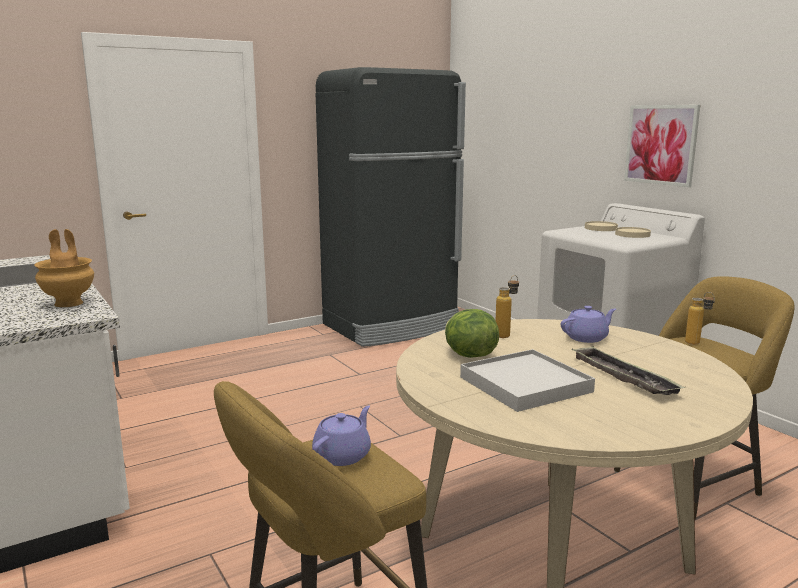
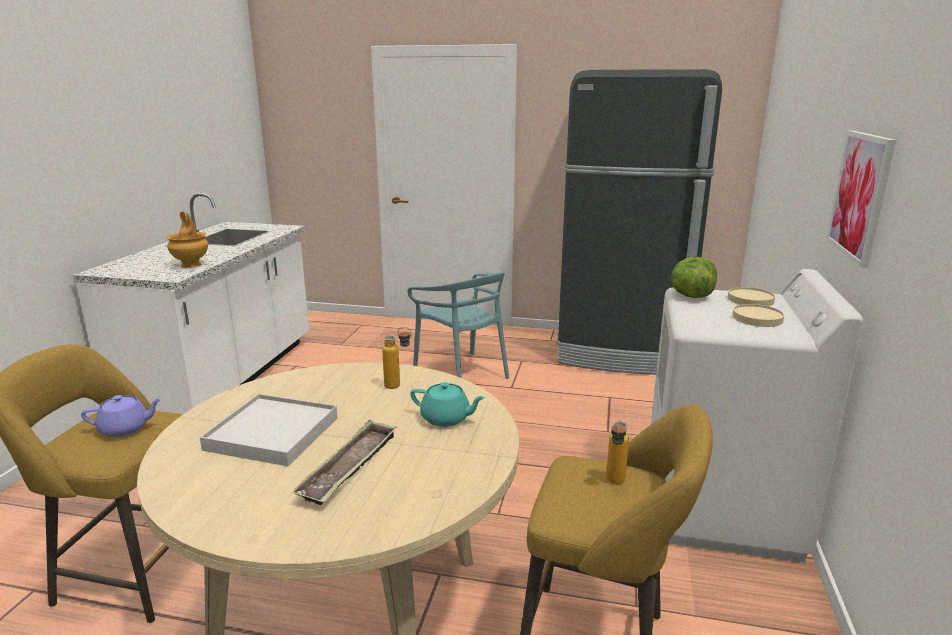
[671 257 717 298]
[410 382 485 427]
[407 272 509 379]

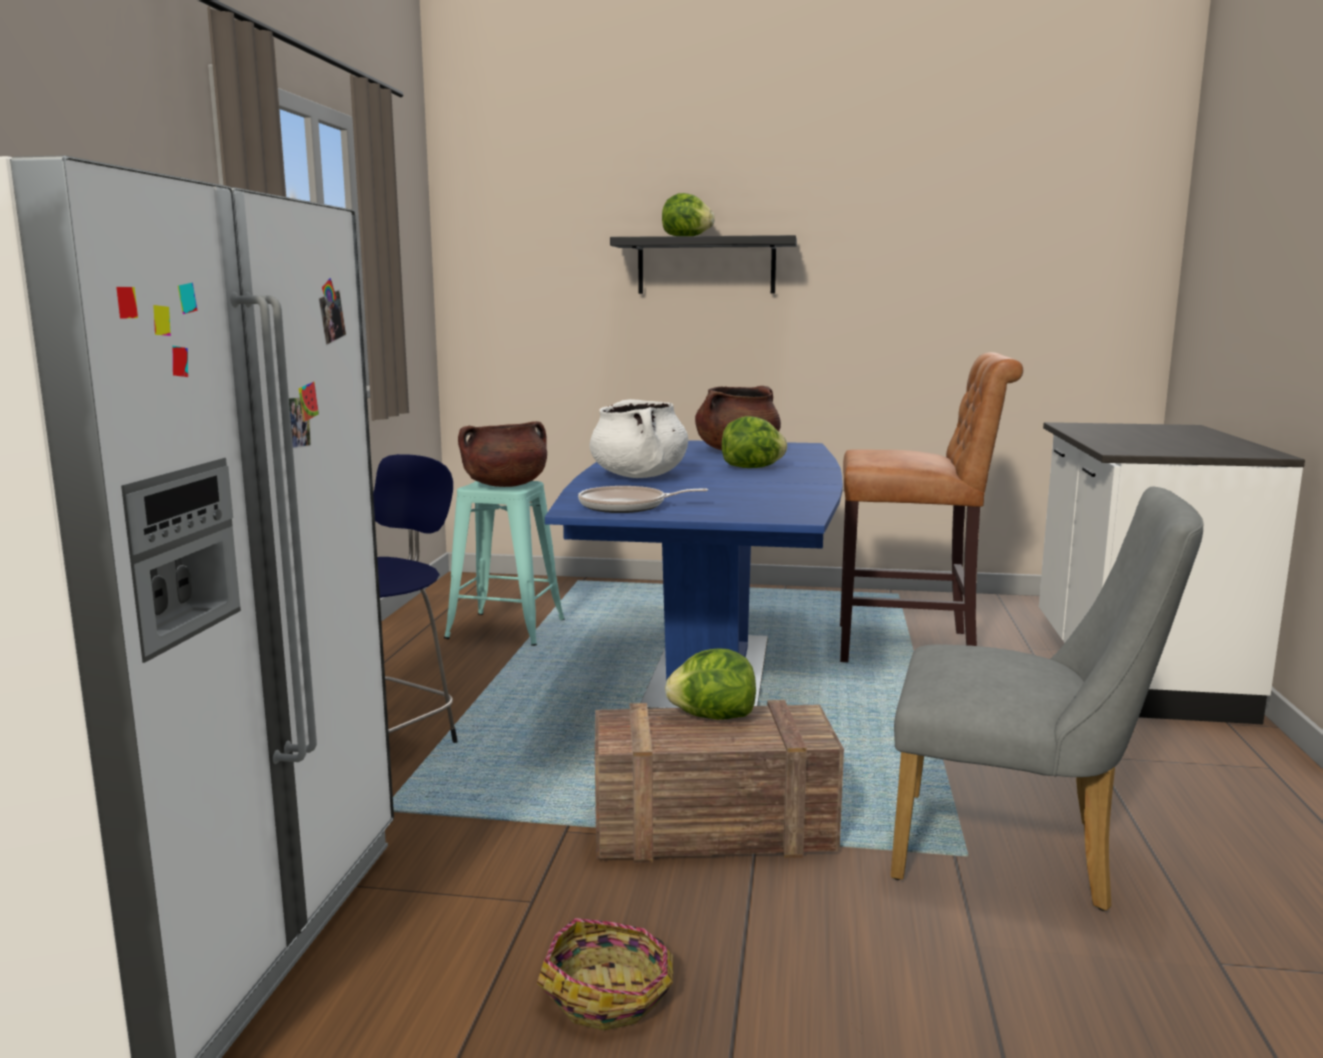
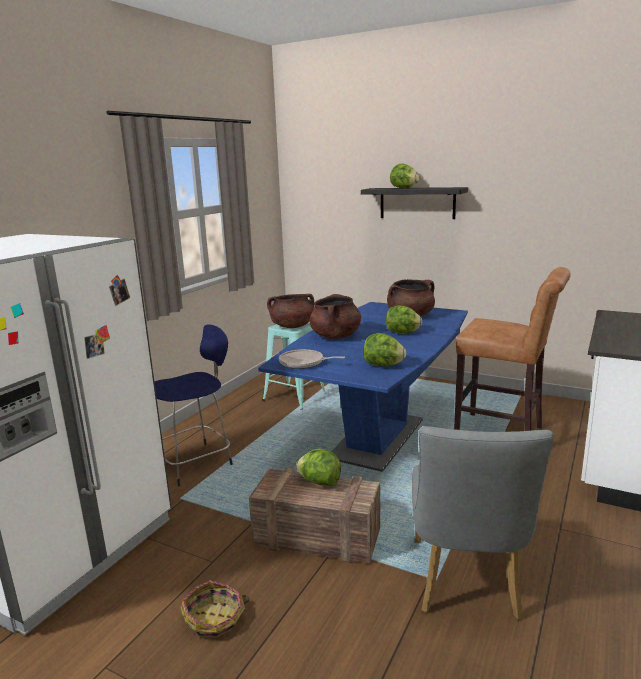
[309 294 361 339]
[412 426 554 620]
[363 333 406 366]

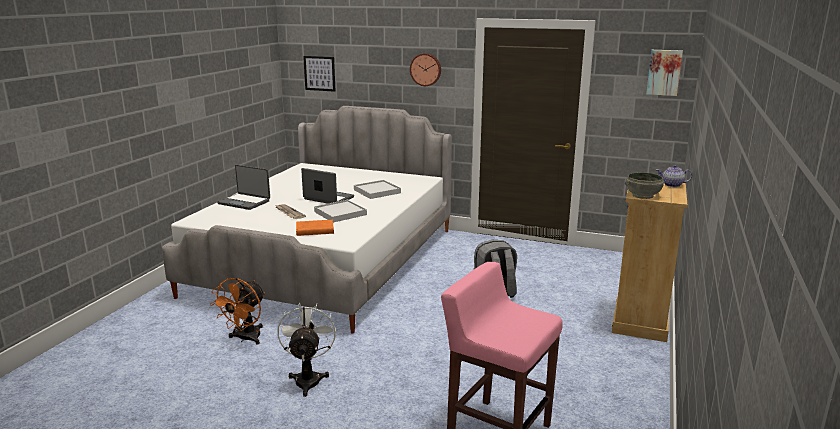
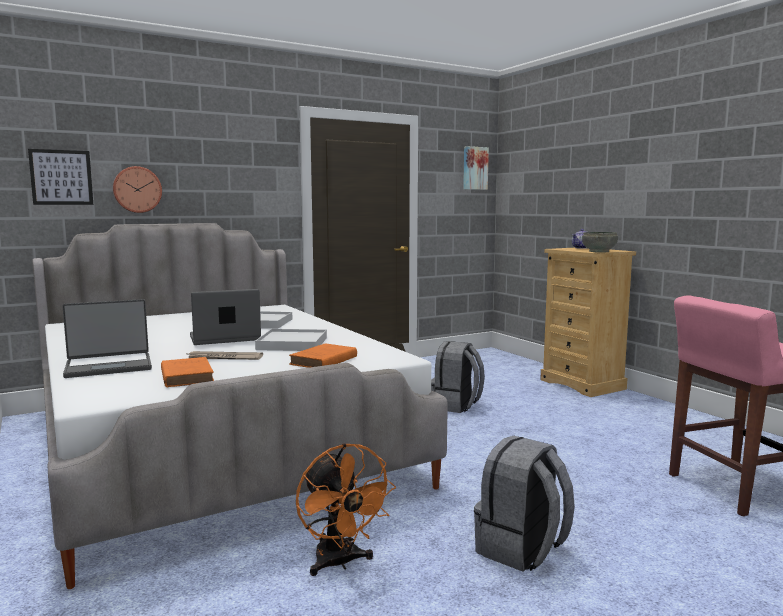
[474 436 575 572]
[113 166 162 213]
[161 357 214 387]

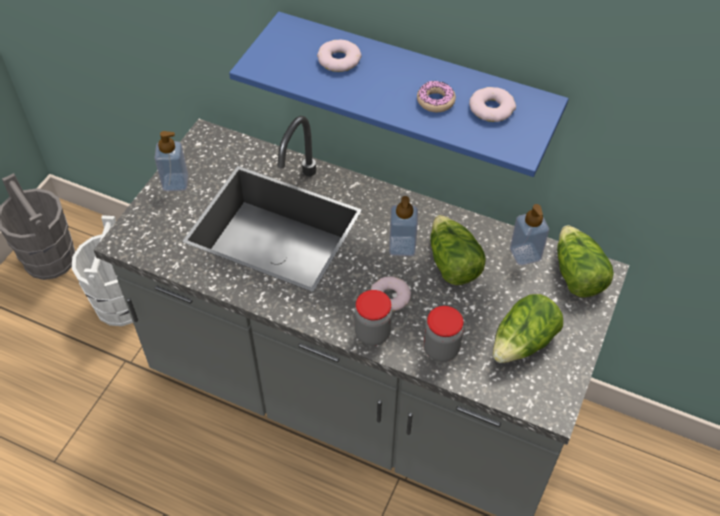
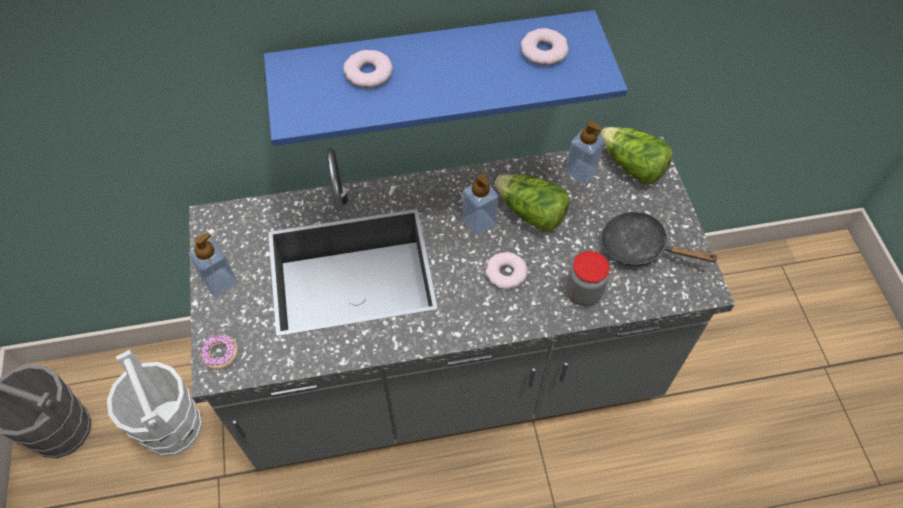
[354 290 392 346] (first image)
[200 334 238 370]
[601 212 719 266]

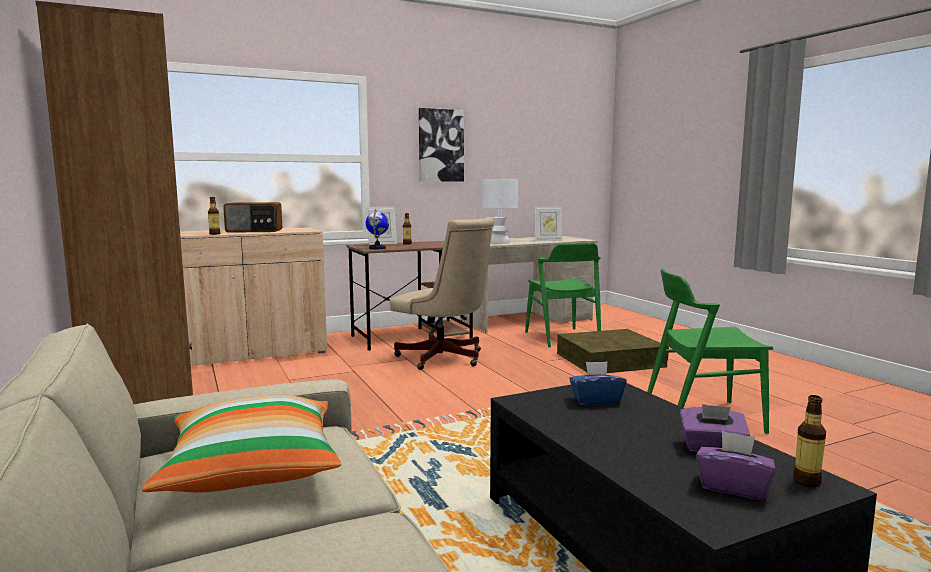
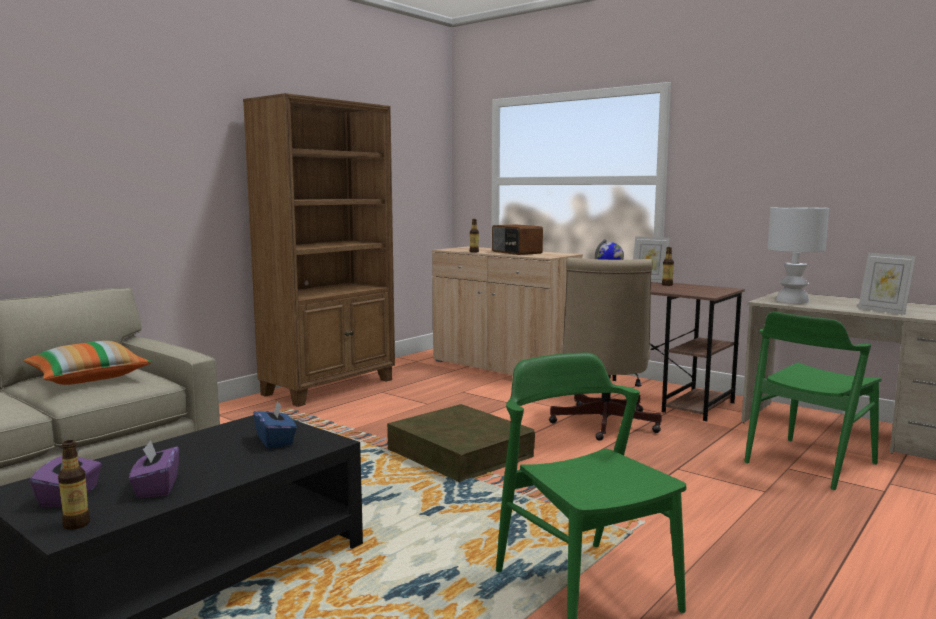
[419 108 464 182] (first image)
[387 404 535 482]

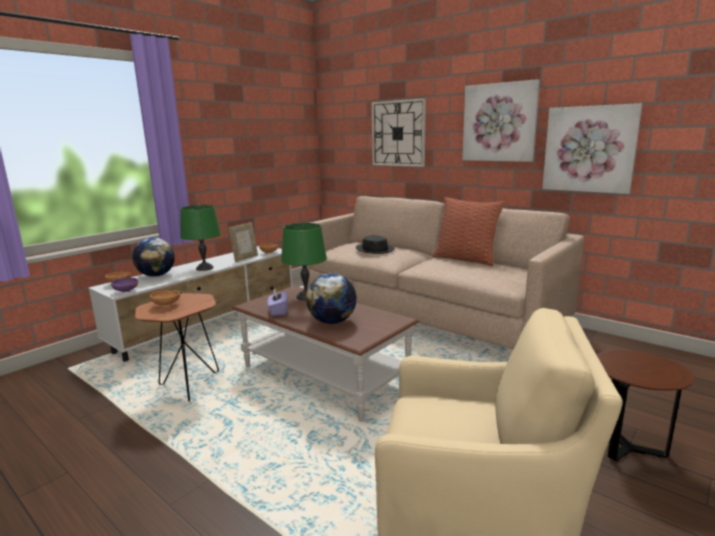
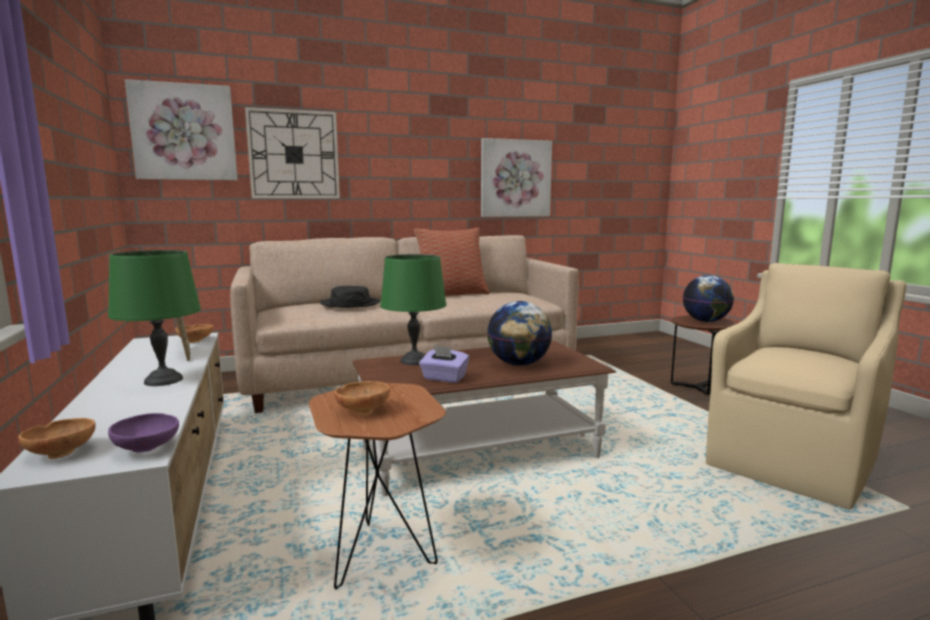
[683 275 734 322]
[125 79 238 180]

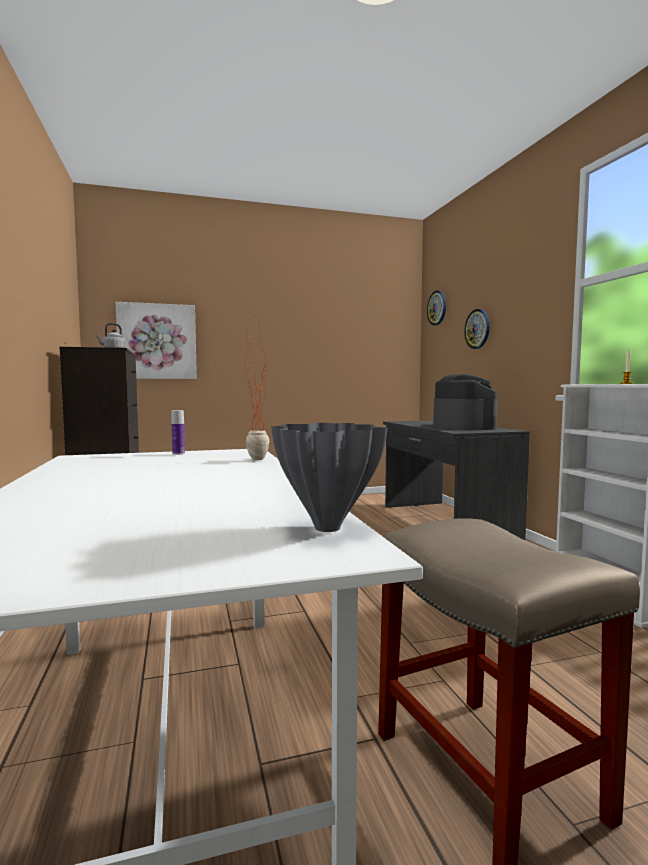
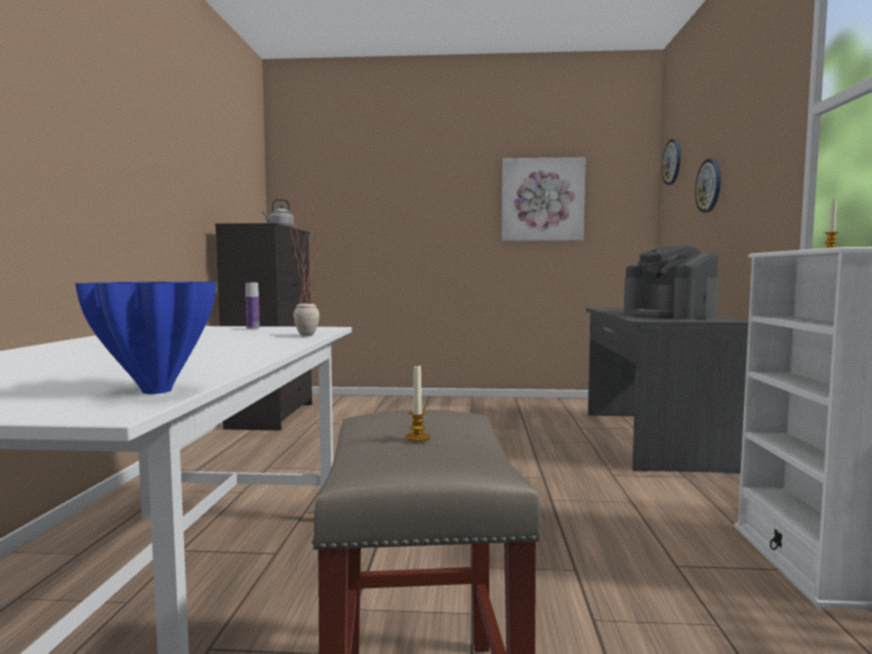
[502 157 586 241]
[75 282 216 394]
[624 245 719 319]
[405 364 430 442]

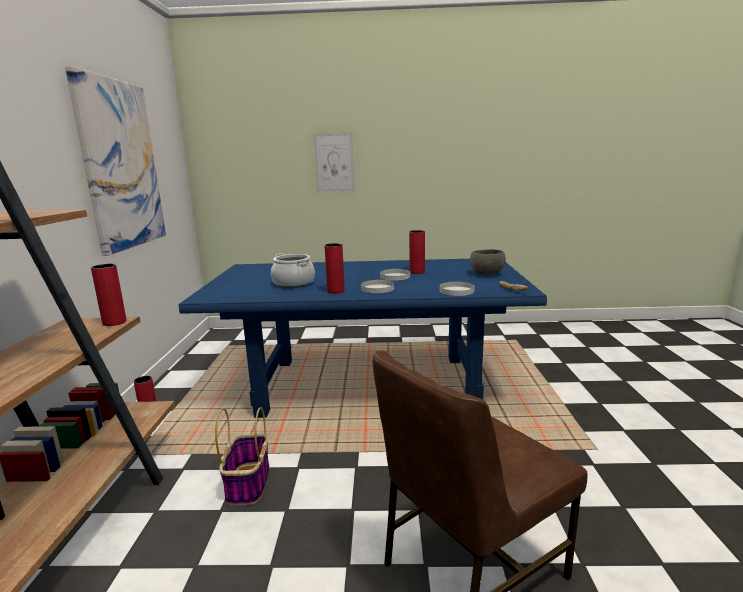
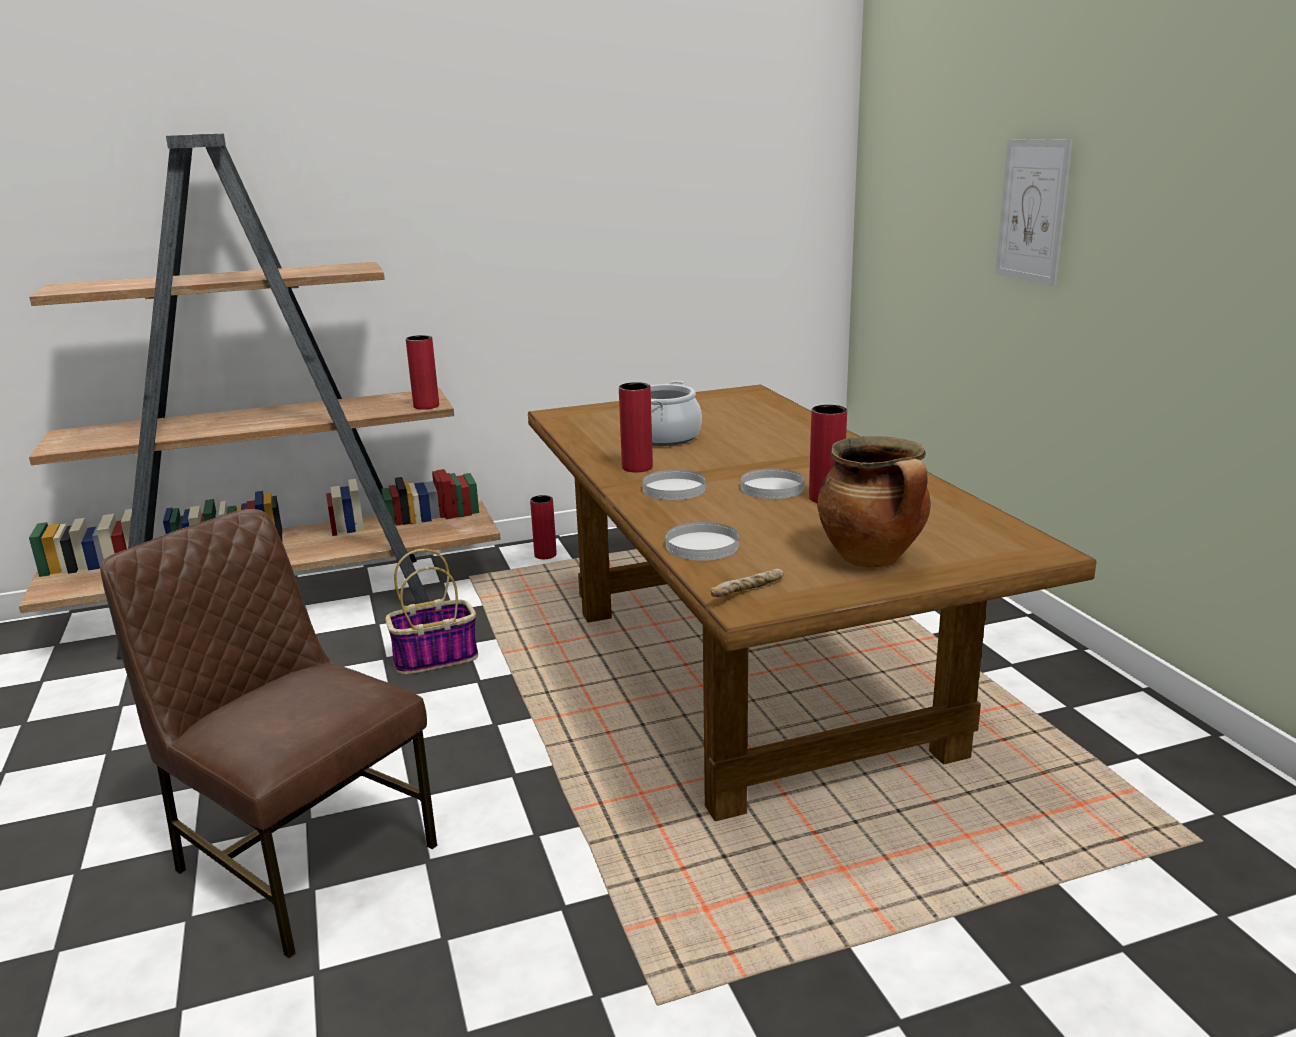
[65 66 166 256] (first image)
[528 385 1097 821]
[817 436 931 568]

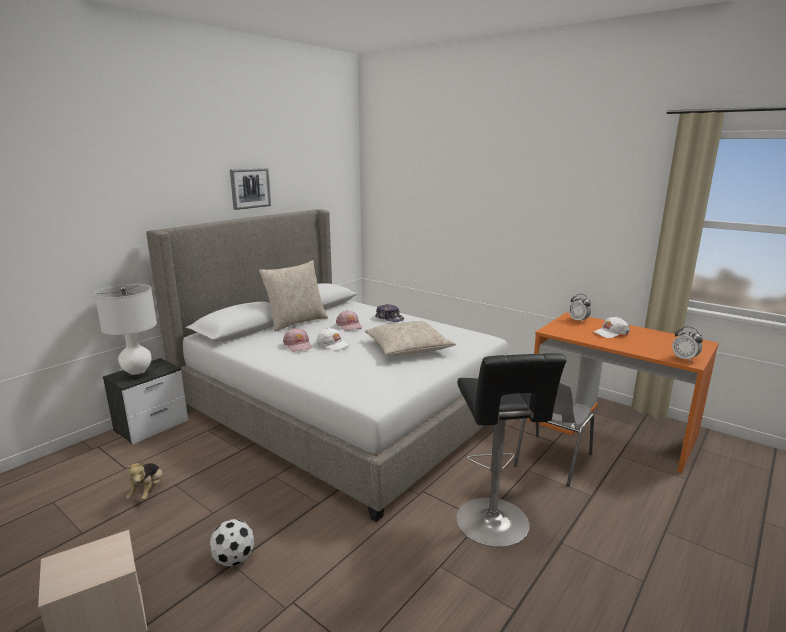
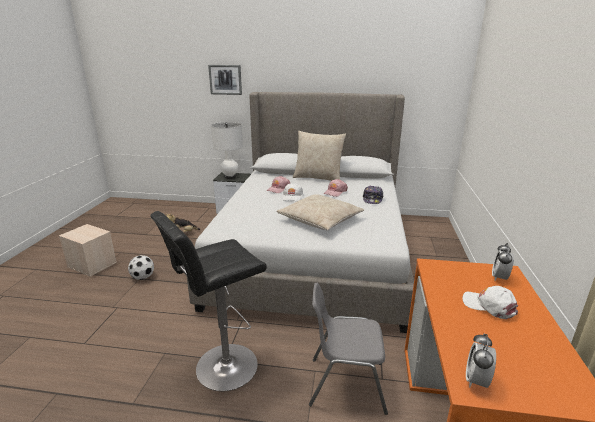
[208 65 242 95]

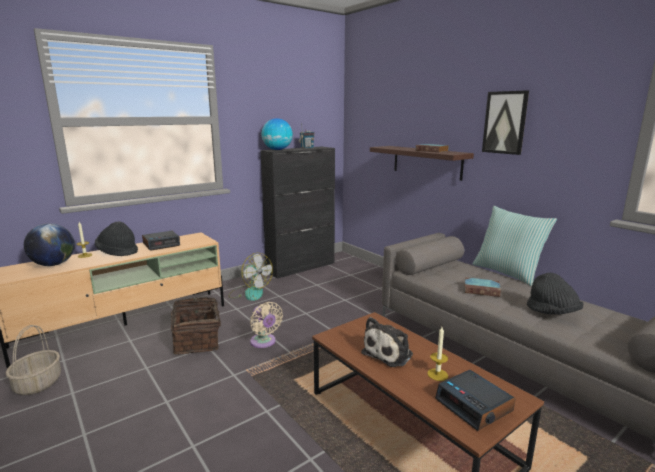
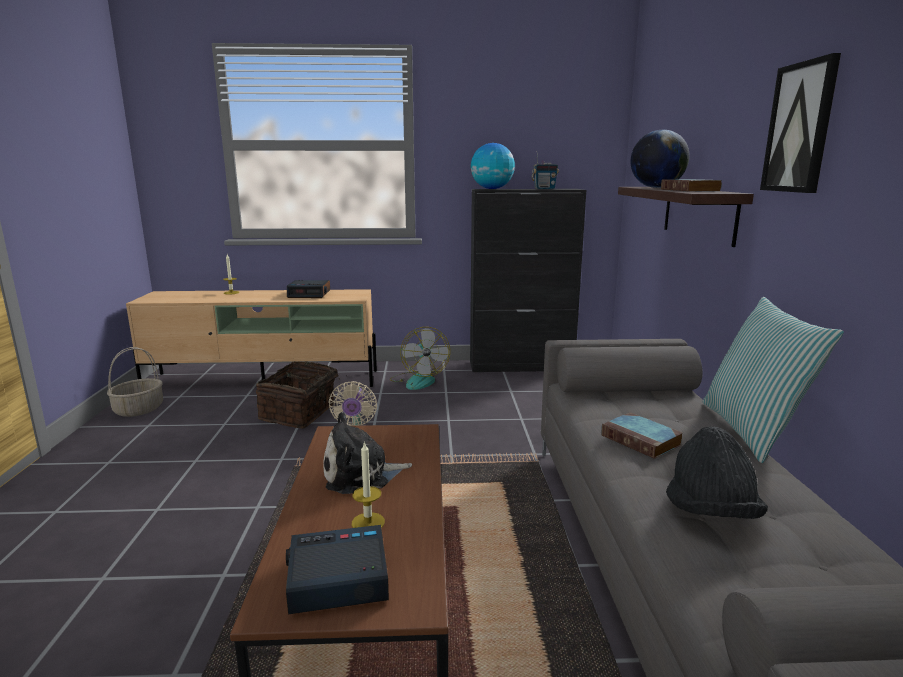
[631 129 689 188]
[95 221 138 256] (first image)
[286 525 389 614]

